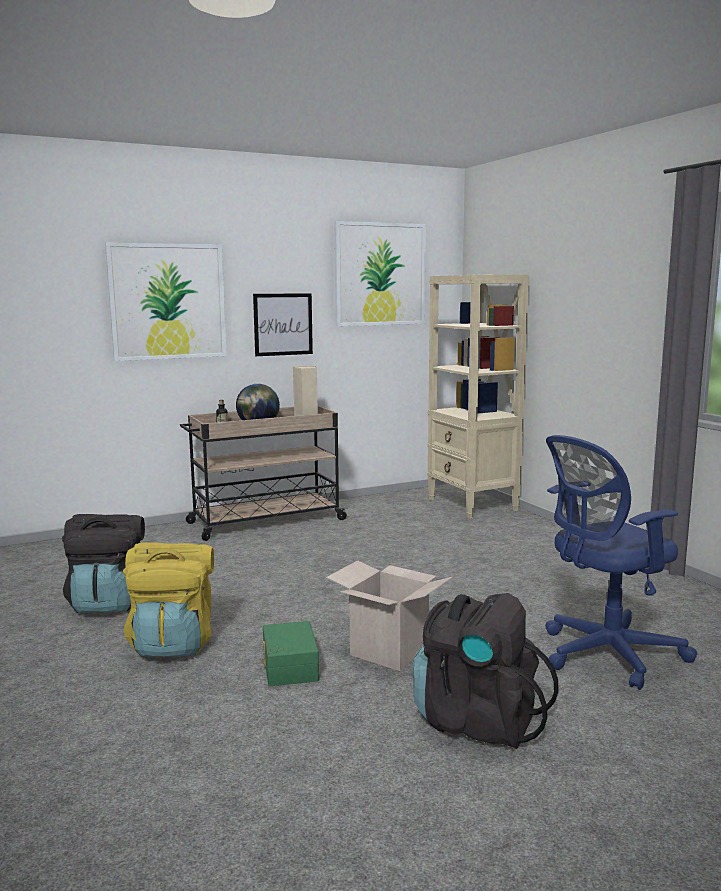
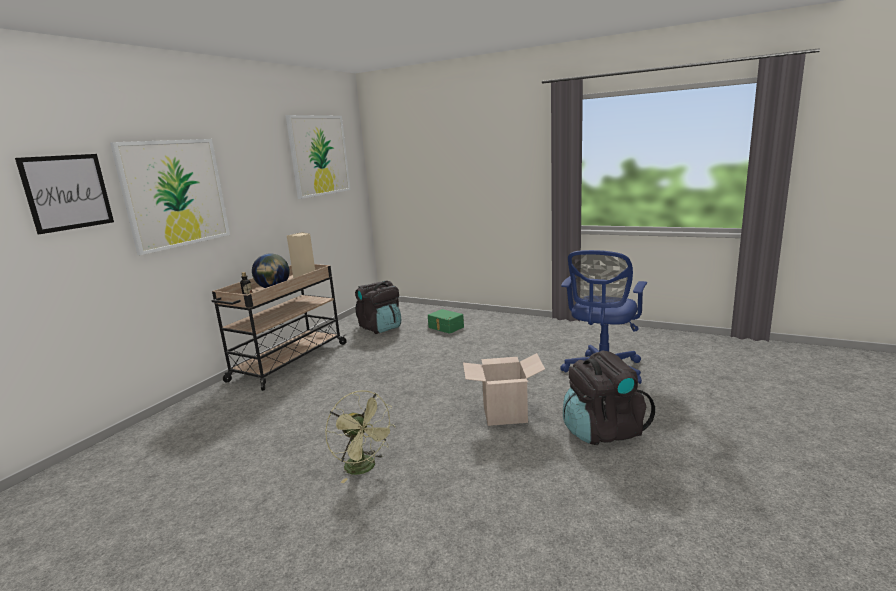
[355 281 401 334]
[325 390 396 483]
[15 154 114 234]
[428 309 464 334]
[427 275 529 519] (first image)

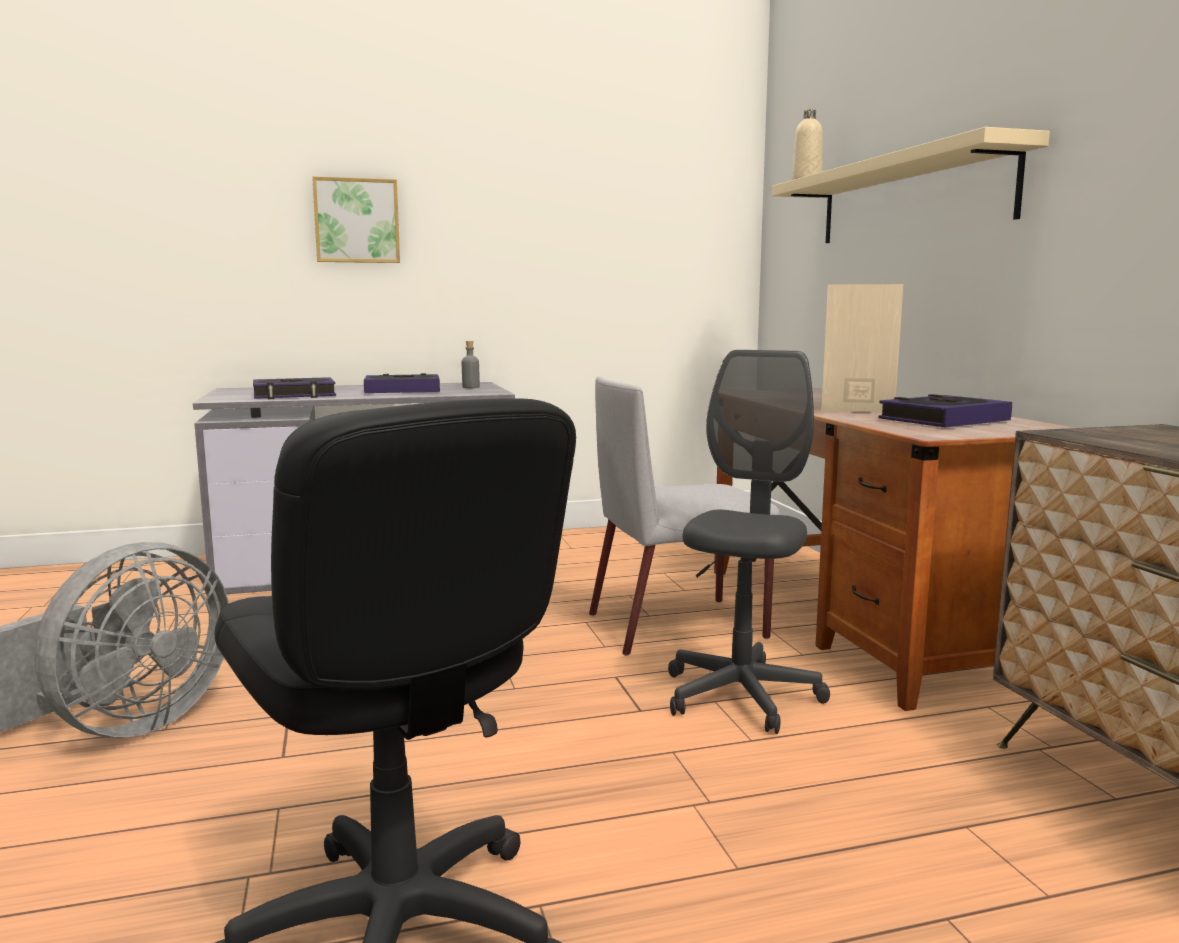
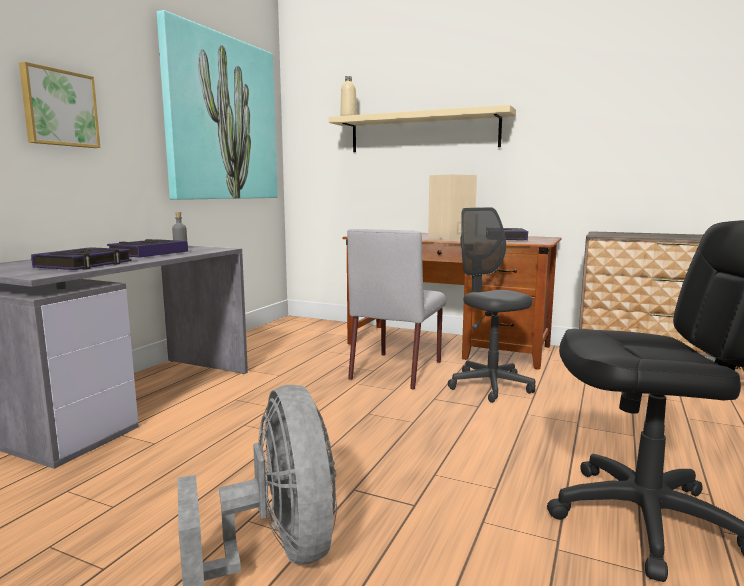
[157 10 278 200]

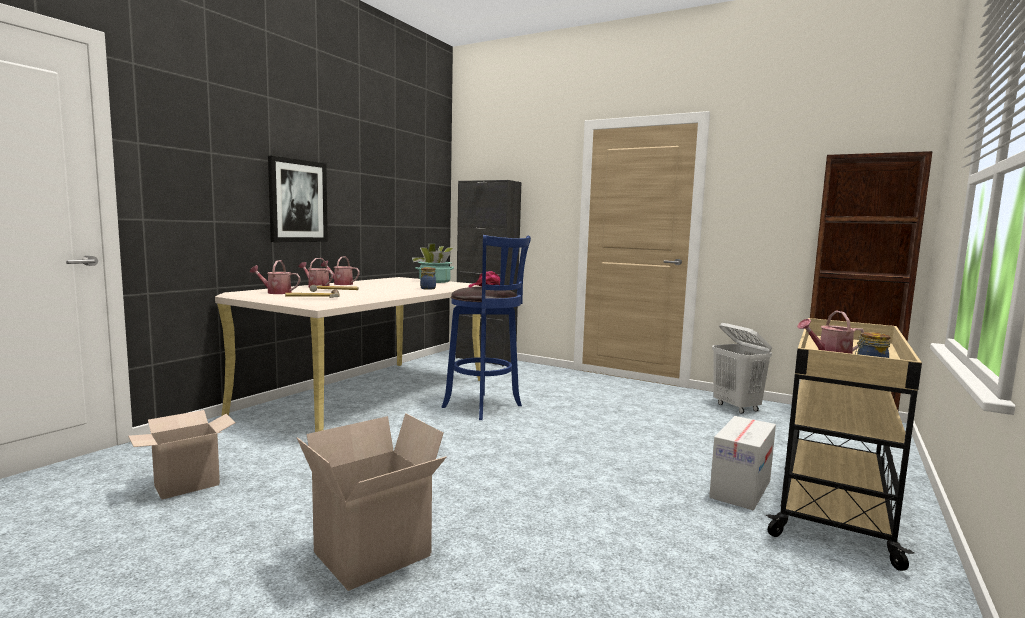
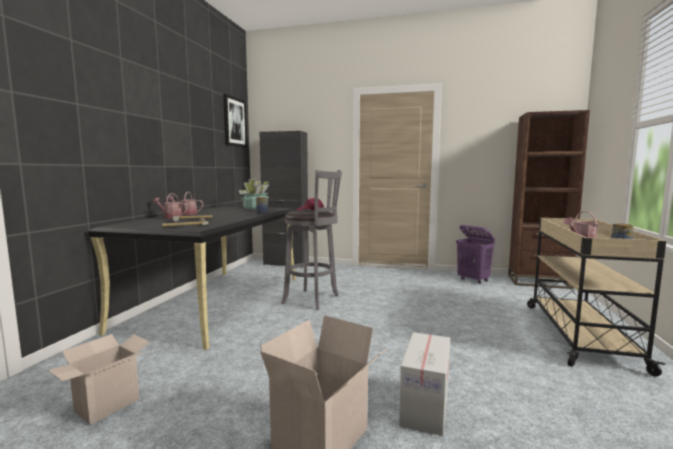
[88 206 296 350]
[249 260 300 294] (first image)
[223 94 247 147]
[281 170 342 310]
[399 332 450 436]
[456 225 495 284]

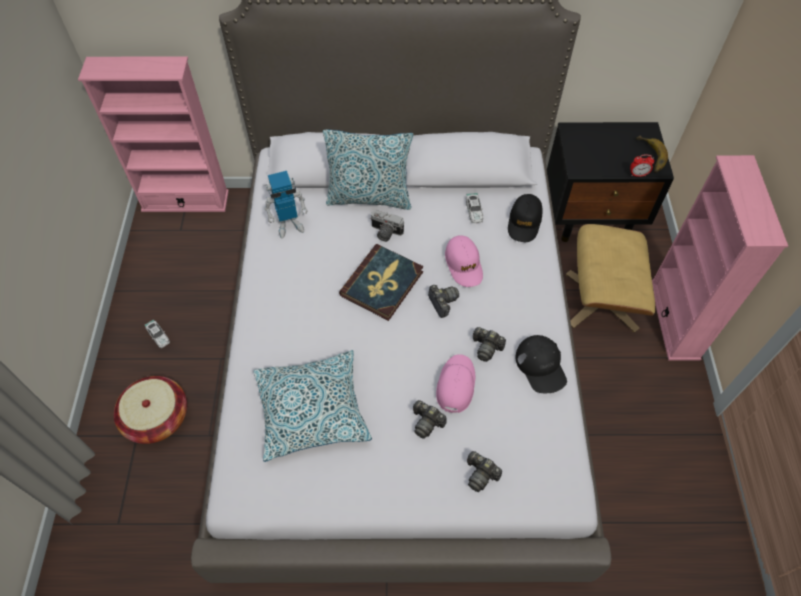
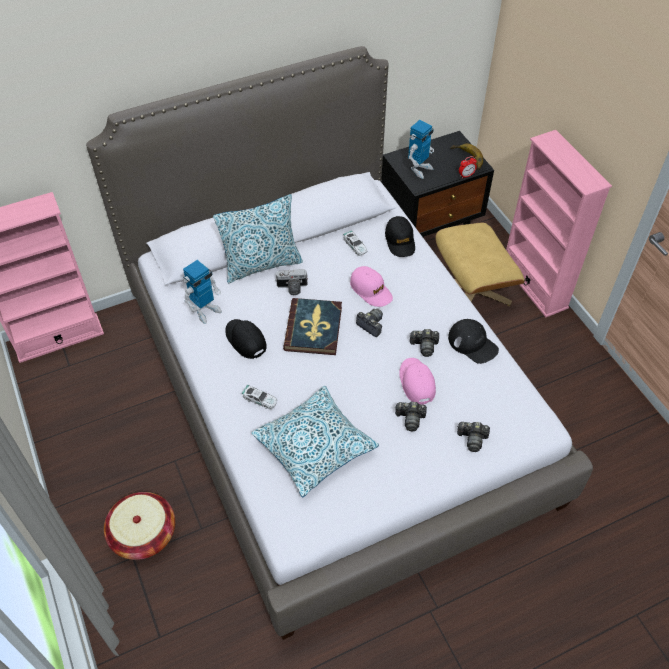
[242 385 278 409]
[225 319 267 359]
[408 120 434 179]

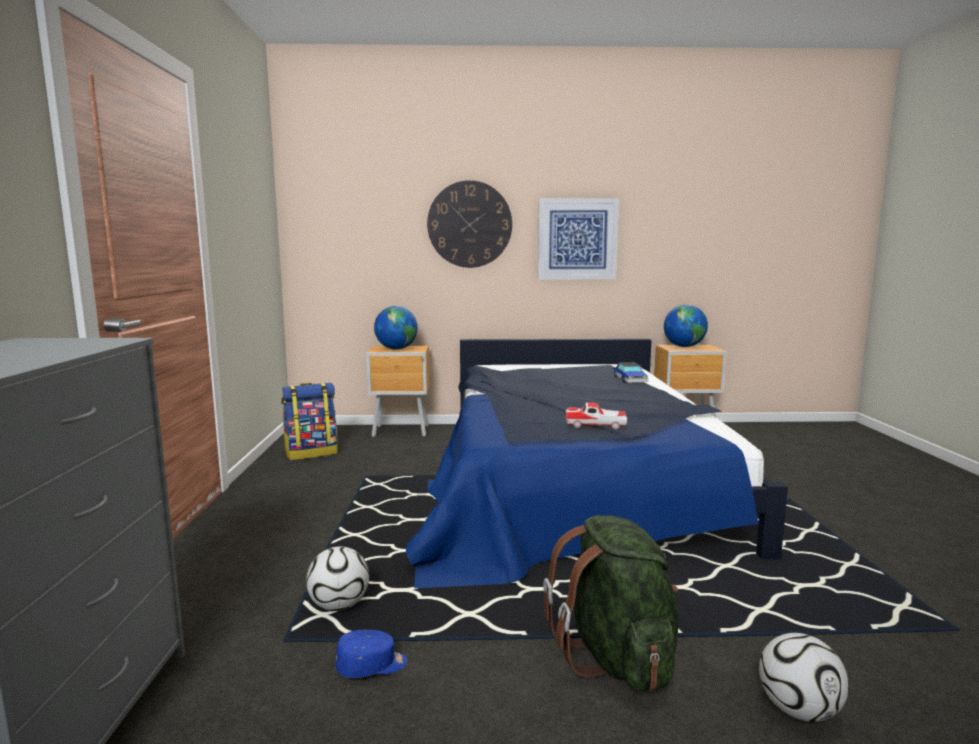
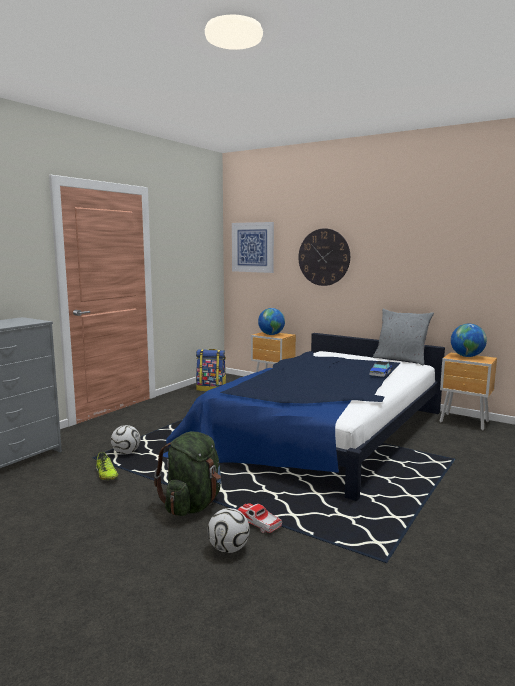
[96 452 118 480]
[232 222 274 273]
[238 503 282 533]
[373 309 434 365]

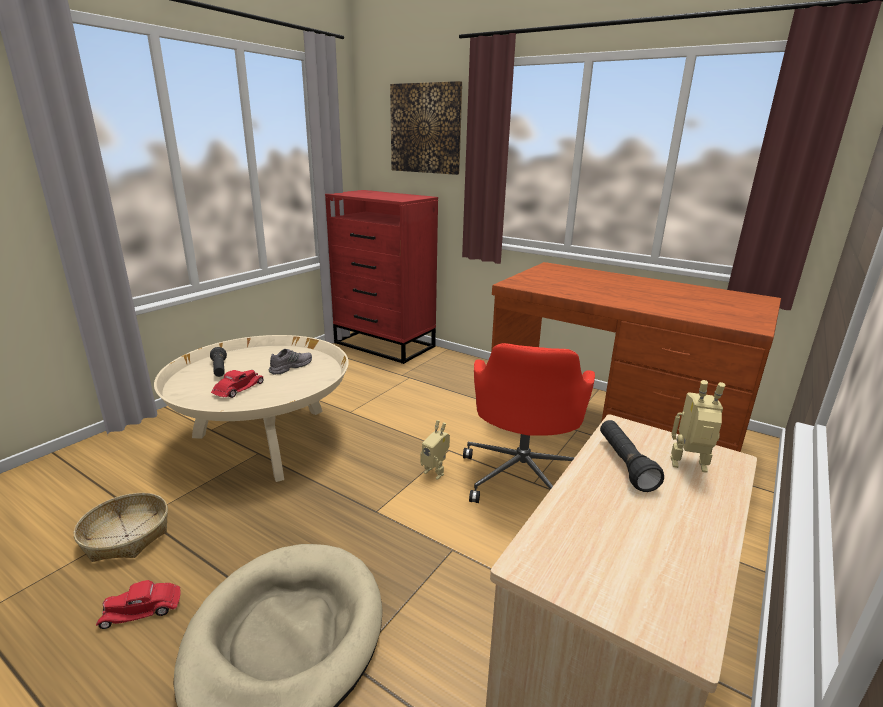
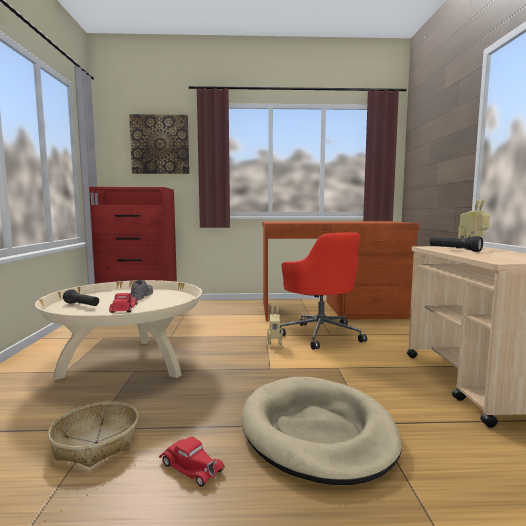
[159 436 225 487]

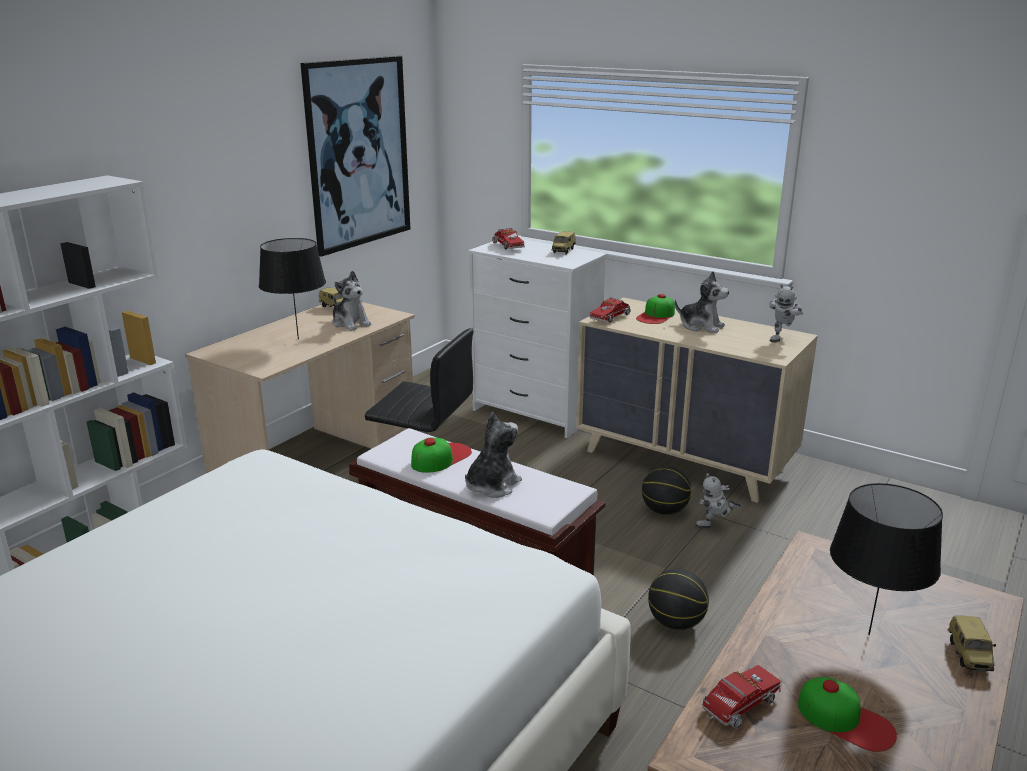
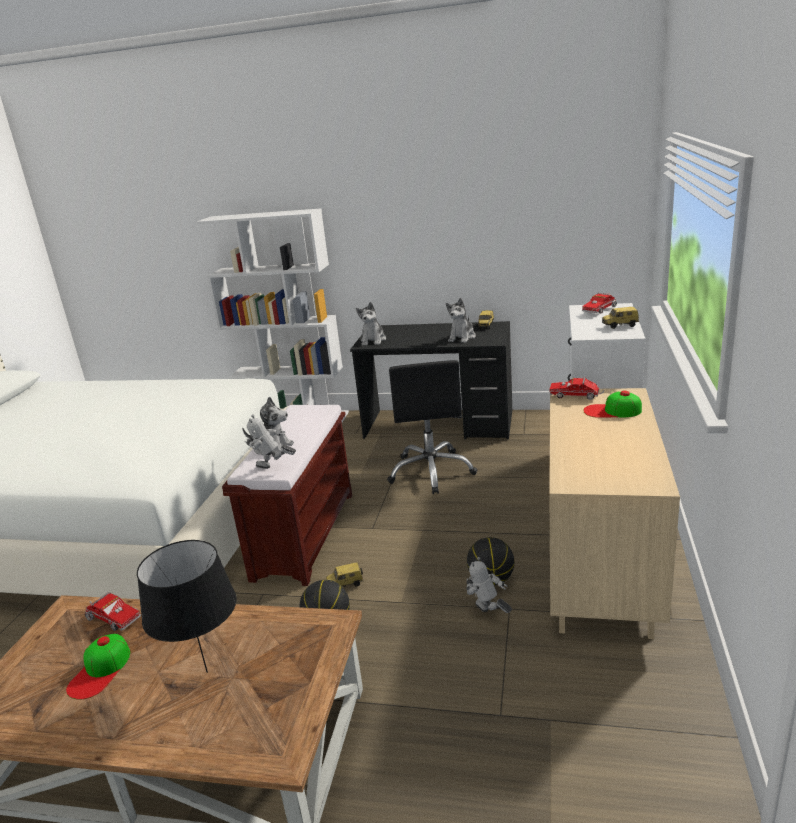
[350 321 512 440]
[259 238 326 340] (first image)
[300 56 410 257] (first image)
[411 438 472 473] (first image)
[356 302 386 345]
[245 414 296 469]
[326 562 363 587]

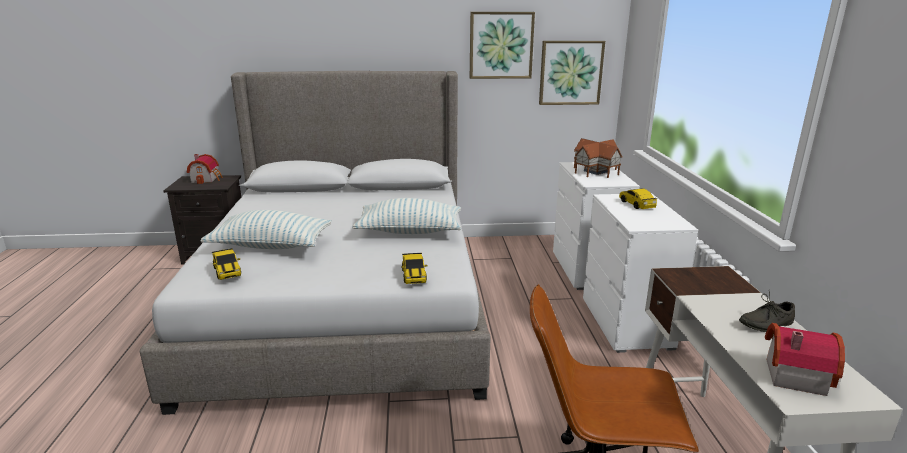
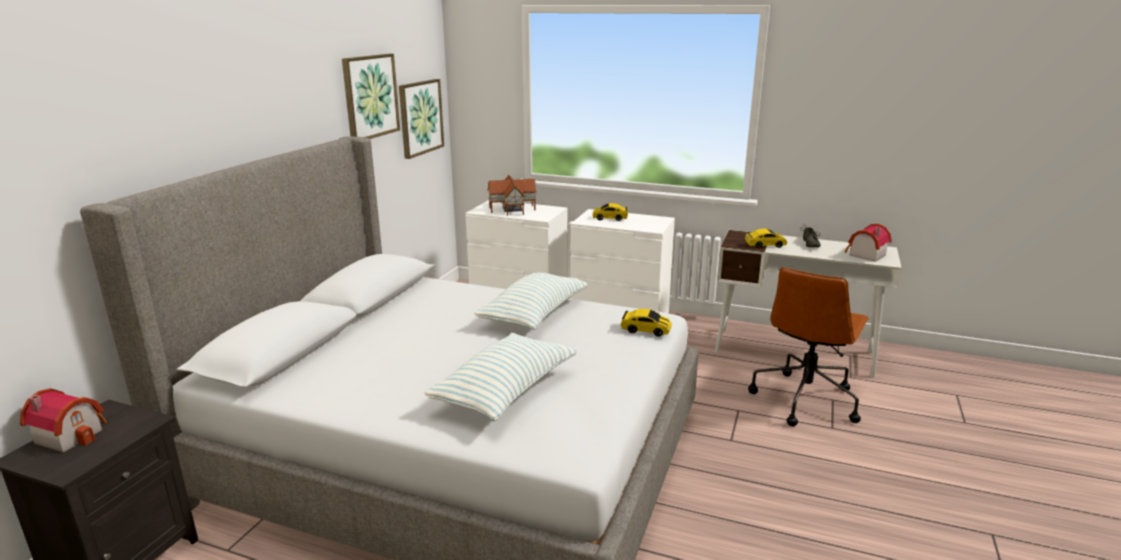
[745 229 787 248]

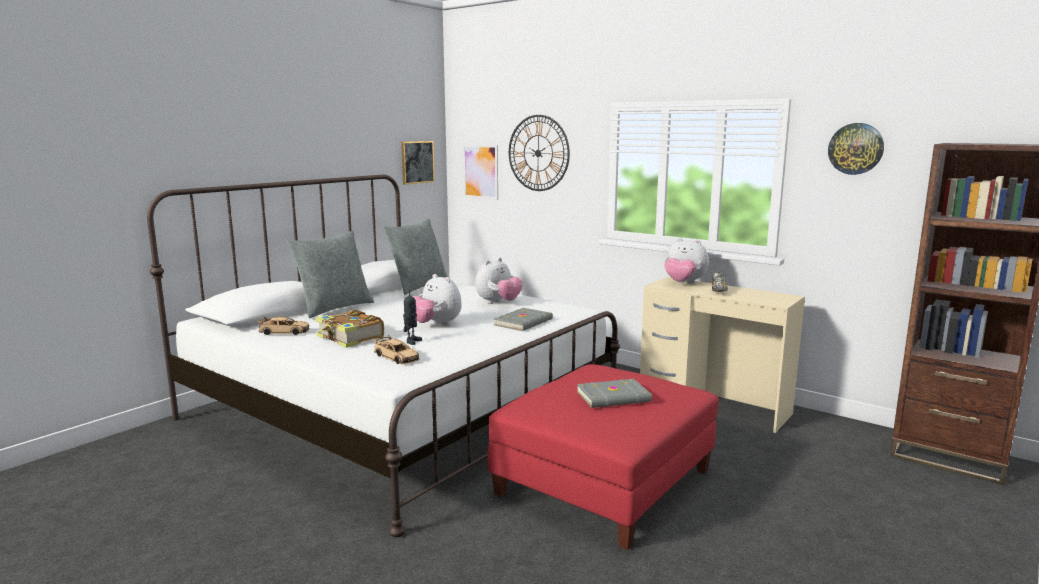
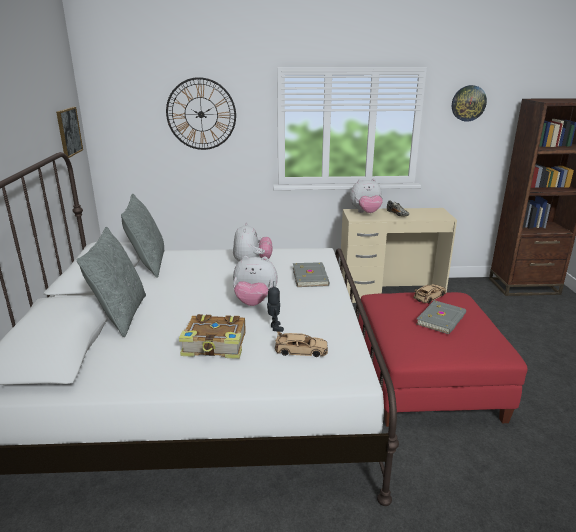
[413 284 446 303]
[463 144 498 200] (first image)

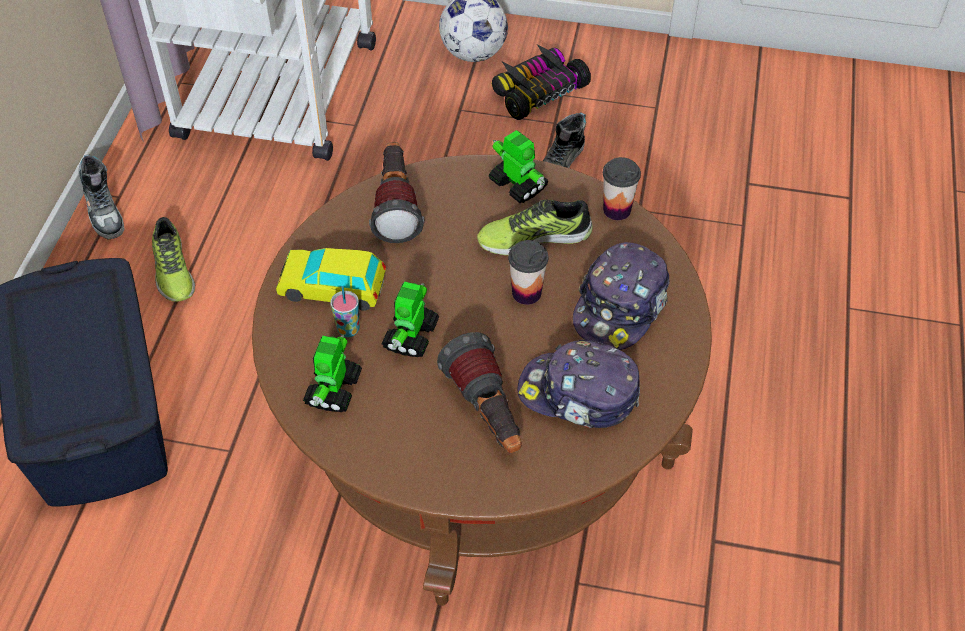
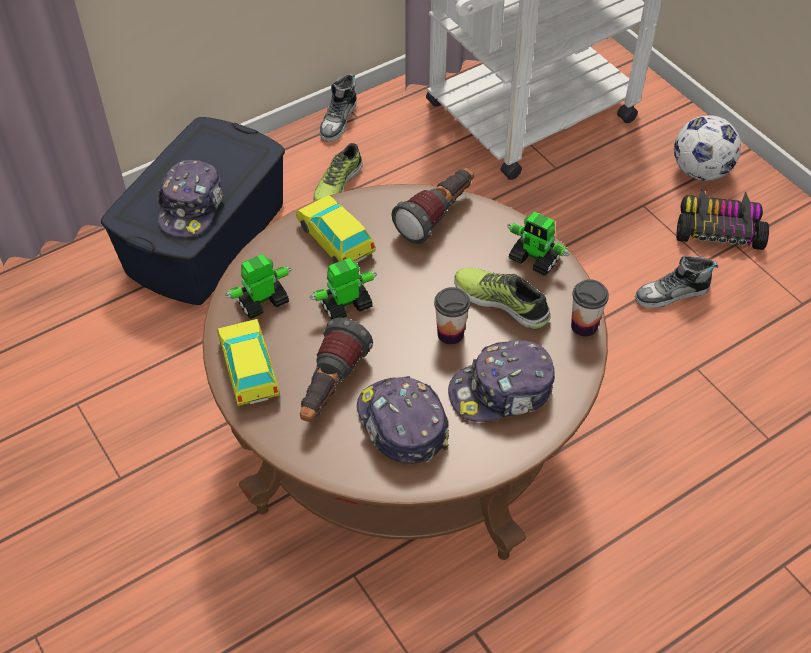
[331 286 360 337] (first image)
[507 212 569 276]
[157 160 224 237]
[217 319 280 406]

